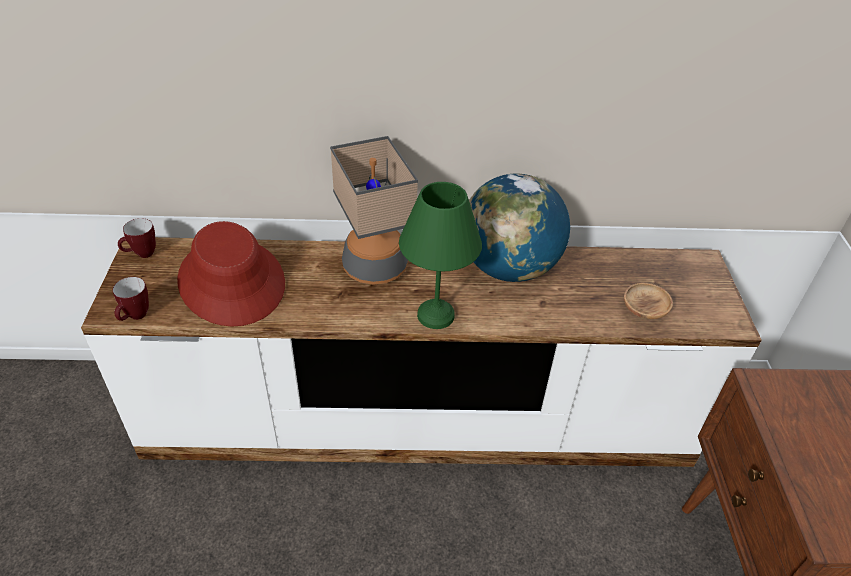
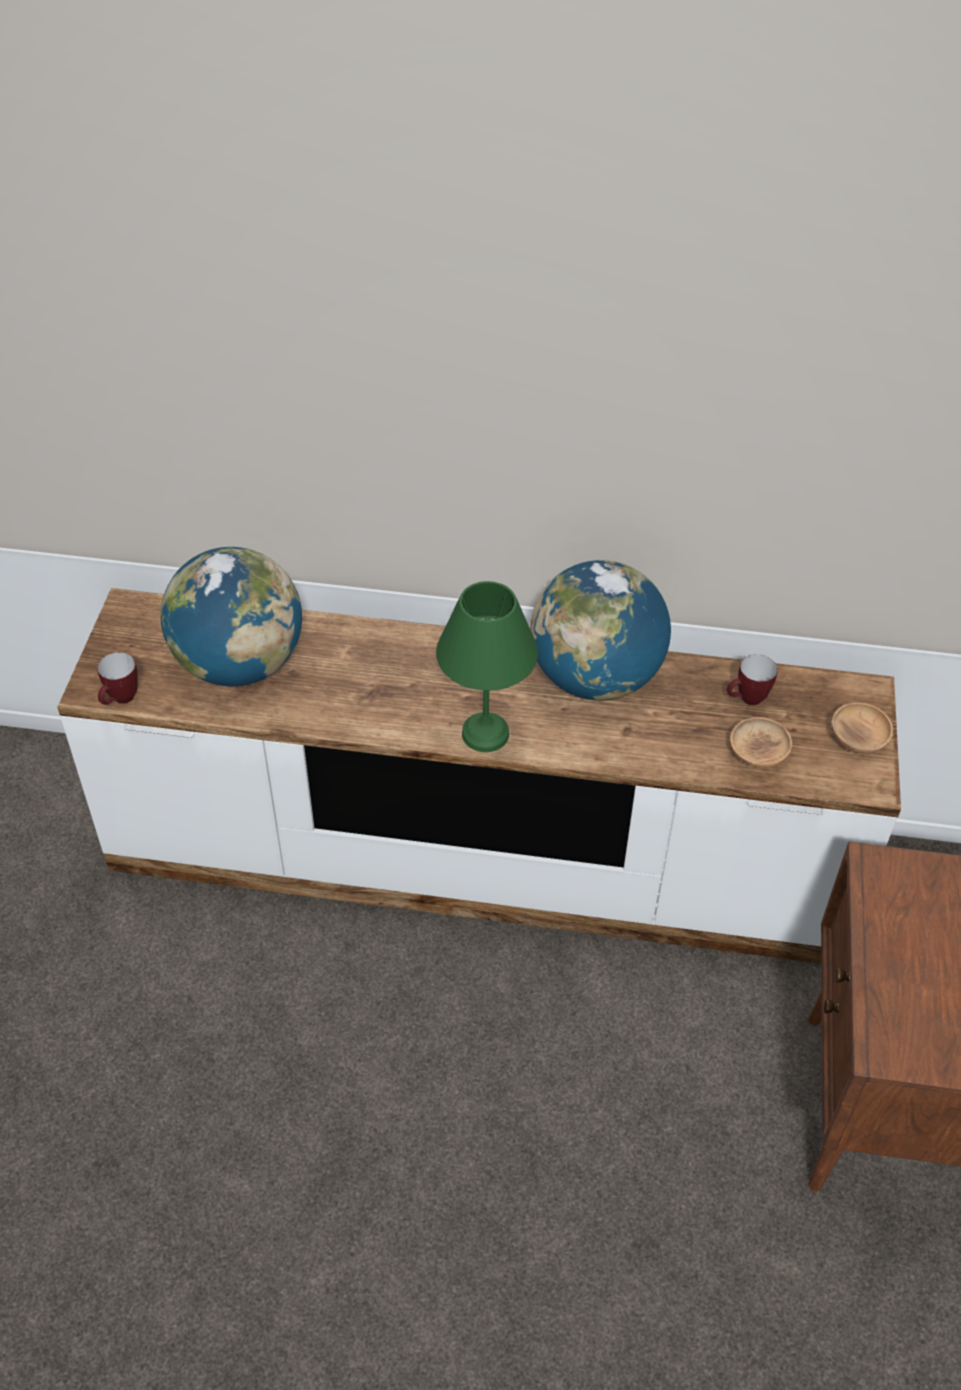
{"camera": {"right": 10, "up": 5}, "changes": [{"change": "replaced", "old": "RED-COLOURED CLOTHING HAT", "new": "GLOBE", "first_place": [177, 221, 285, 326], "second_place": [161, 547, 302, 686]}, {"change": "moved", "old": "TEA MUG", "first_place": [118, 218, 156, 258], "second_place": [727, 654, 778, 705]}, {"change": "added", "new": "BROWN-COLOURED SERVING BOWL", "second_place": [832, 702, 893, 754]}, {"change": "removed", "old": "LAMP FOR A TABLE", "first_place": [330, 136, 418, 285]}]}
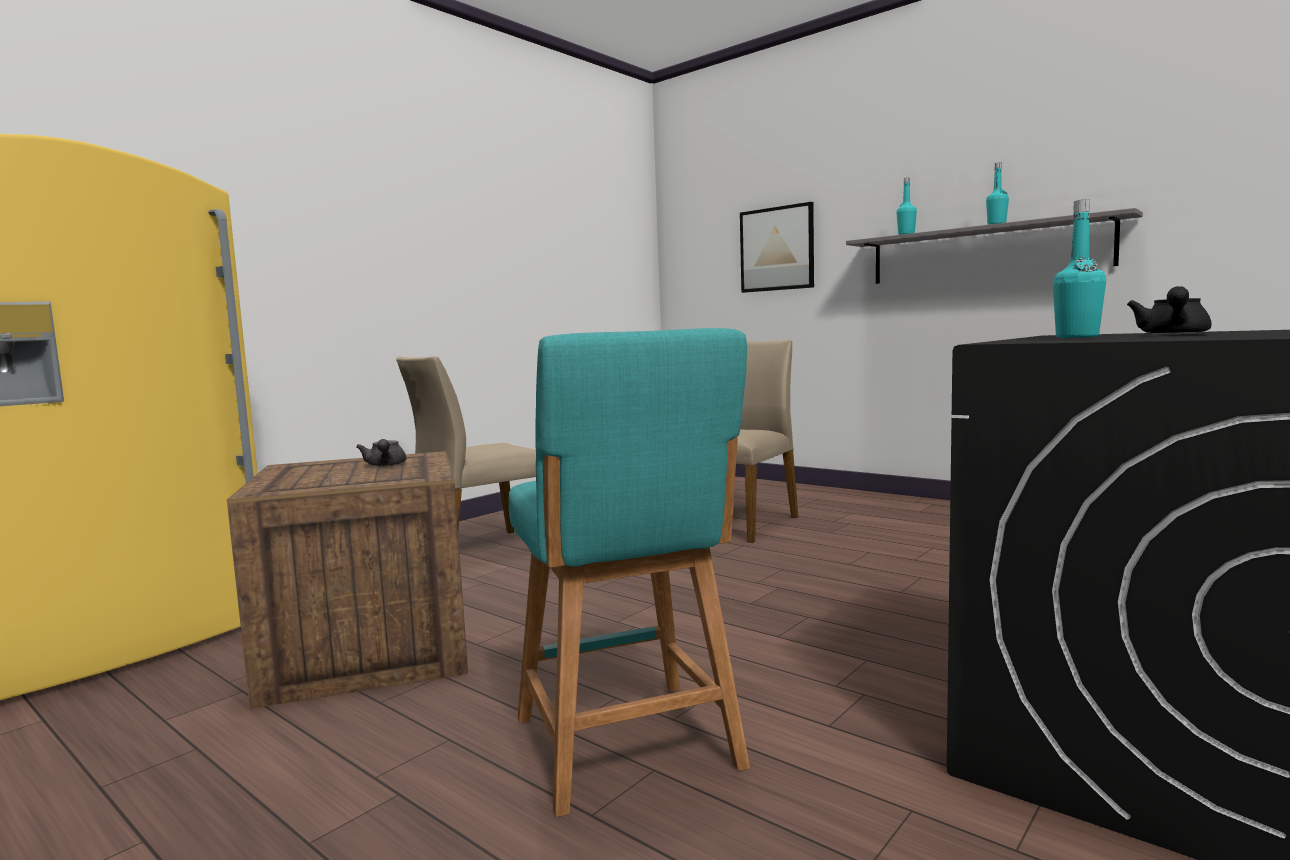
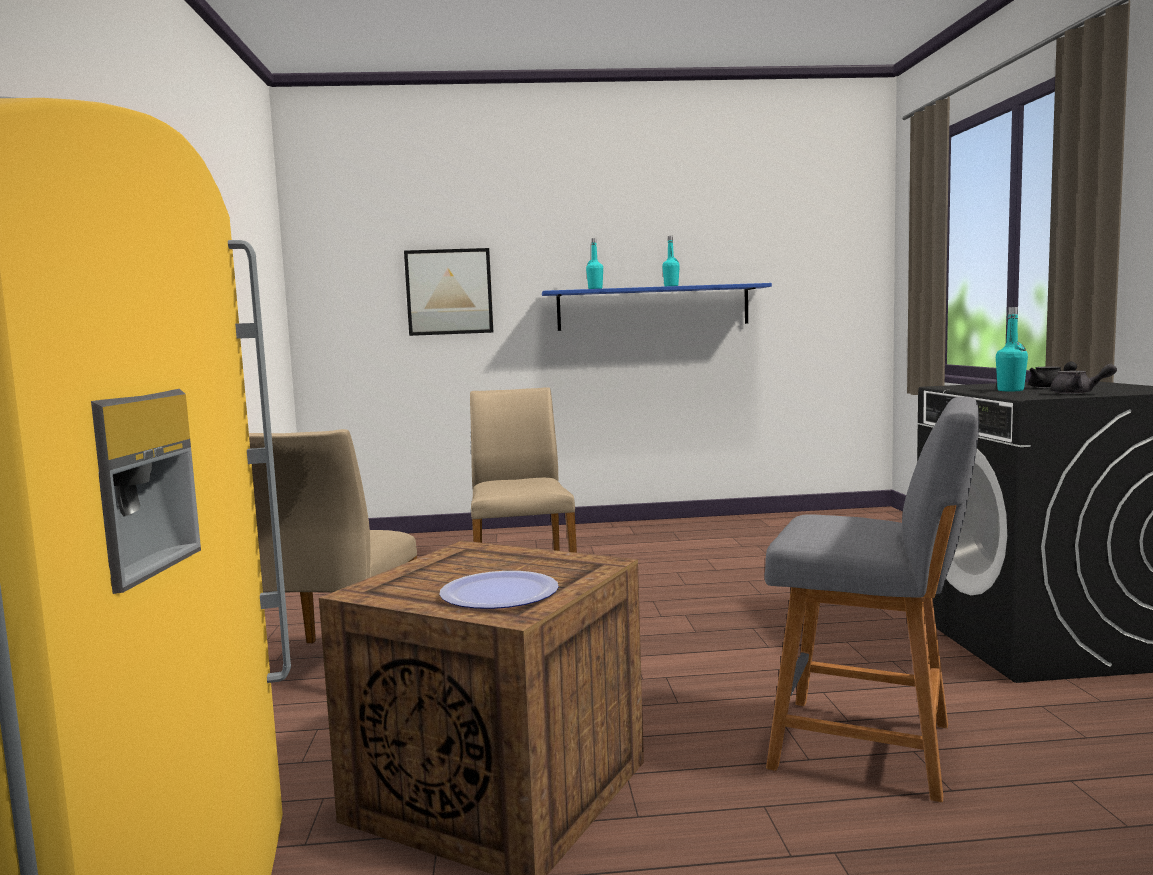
{"camera": {"right": -45, "up": 0}, "changes": [{"change": "added", "new": "PLATE", "second_place": [439, 571, 559, 609]}, {"change": "recoloured", "old": "GREYISH SHELF", "new": "BLUE-COLOURED SHELF", "first_place": [846, 208, 1143, 284], "second_place": [542, 283, 772, 331]}, {"change": "recoloured", "old": "TURQUOISE-COLOURED SITTING STOOL", "new": "GREYISH SITTING STOOL", "first_place": [509, 328, 750, 817], "second_place": [764, 396, 979, 802]}, {"change": "moved", "old": "GREYISH TEAPOT", "first_place": [356, 439, 406, 466], "second_place": [1050, 364, 1117, 394]}]}
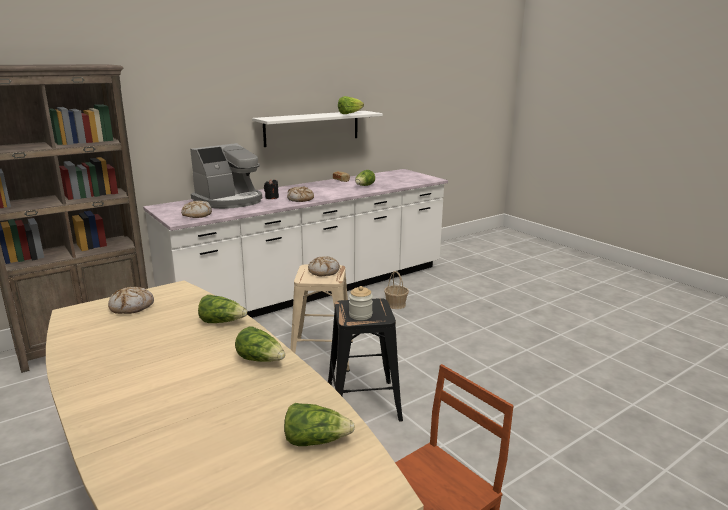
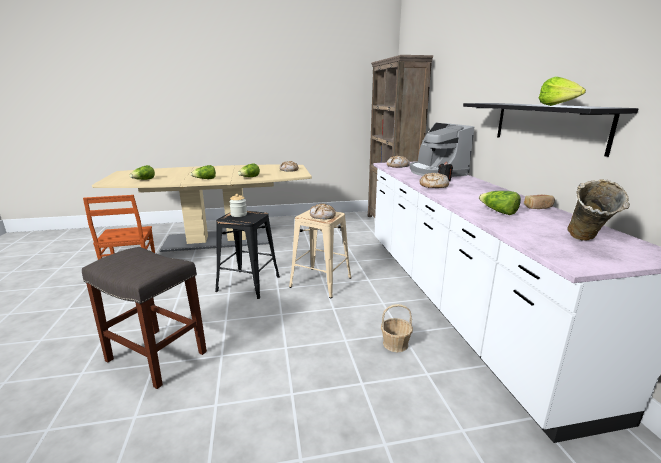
{"camera": {"right": 115, "up": 0}, "changes": [{"change": "added", "new": "GREYISH SITTING STOOL", "second_place": [82, 247, 207, 389]}, {"change": "recoloured", "old": "WHITE-COLOURED SHELF", "new": "BLACK-COLOURED SHELF", "first_place": [252, 111, 383, 147], "second_place": [463, 103, 638, 157]}, {"change": "added", "new": "SAND-COLOURED VASE", "second_place": [567, 179, 630, 241]}]}
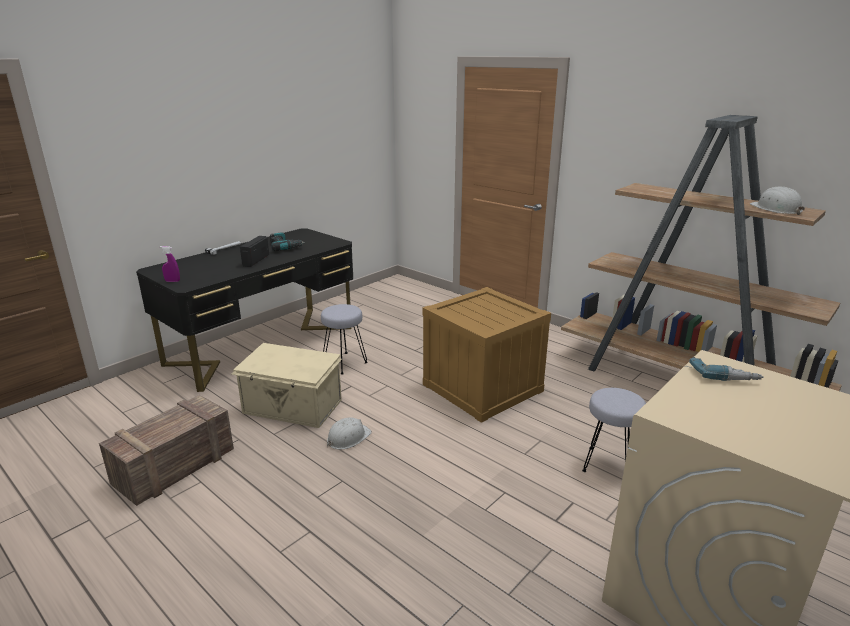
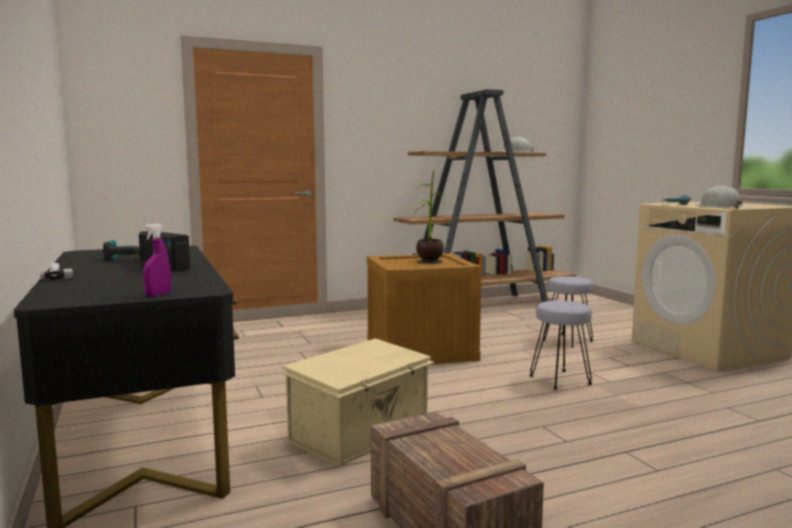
{"camera": {"right": -65, "up": -15}, "changes": [{"change": "added", "new": "POTTED PLANT", "second_place": [411, 169, 446, 264]}, {"change": "moved", "old": "GREYISH SITTING STOOL", "first_place": [321, 304, 368, 374], "second_place": [529, 301, 592, 390]}, {"change": "moved", "old": "WHITE-COLOURED WORK HELMET", "first_place": [327, 418, 372, 449], "second_place": [694, 185, 742, 209]}]}
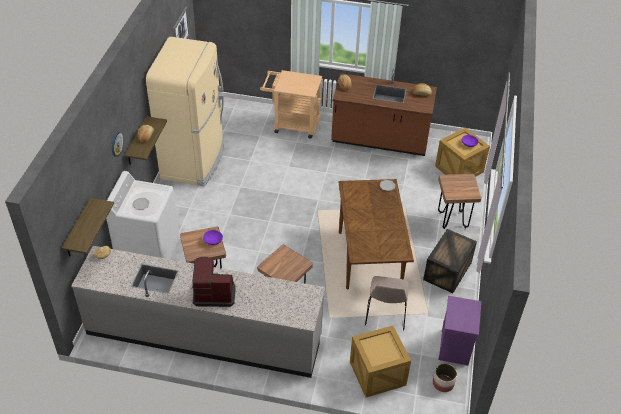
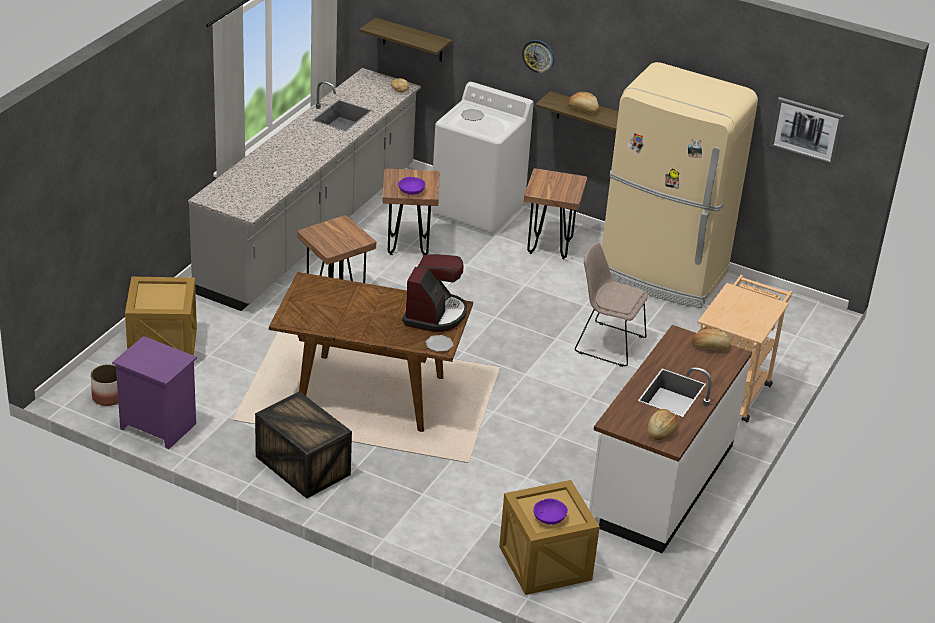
{"camera": {"right": 105, "up": -10}, "changes": [{"change": "moved", "old": "COFFEE MACHINE", "first_place": [192, 257, 236, 307], "second_place": [402, 254, 467, 332]}, {"change": "moved", "old": "BROWN-COLOURED SITTING STOOL", "first_place": [438, 174, 482, 229], "second_place": [524, 168, 587, 259]}, {"change": "moved", "old": "SAND-COLOURED CHAIR", "first_place": [365, 276, 409, 331], "second_place": [575, 242, 648, 367]}, {"change": "recoloured", "old": "BROWN-COLOURED COUNTER", "new": "WHITE-COLOURED COUNTER", "first_place": [331, 69, 437, 156], "second_place": [589, 325, 752, 553]}]}
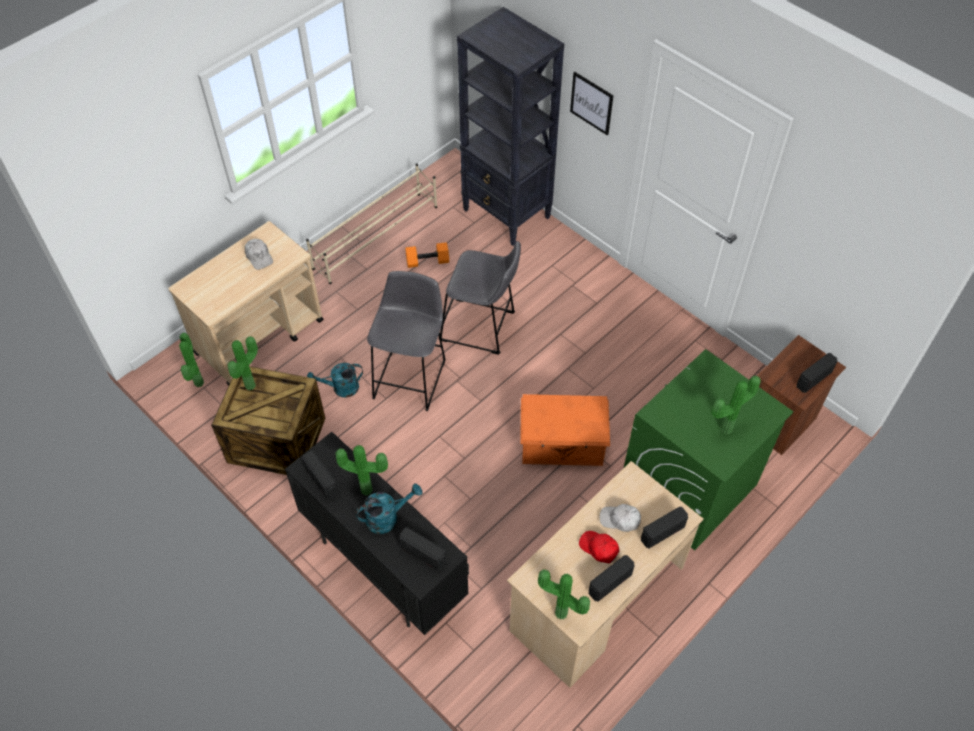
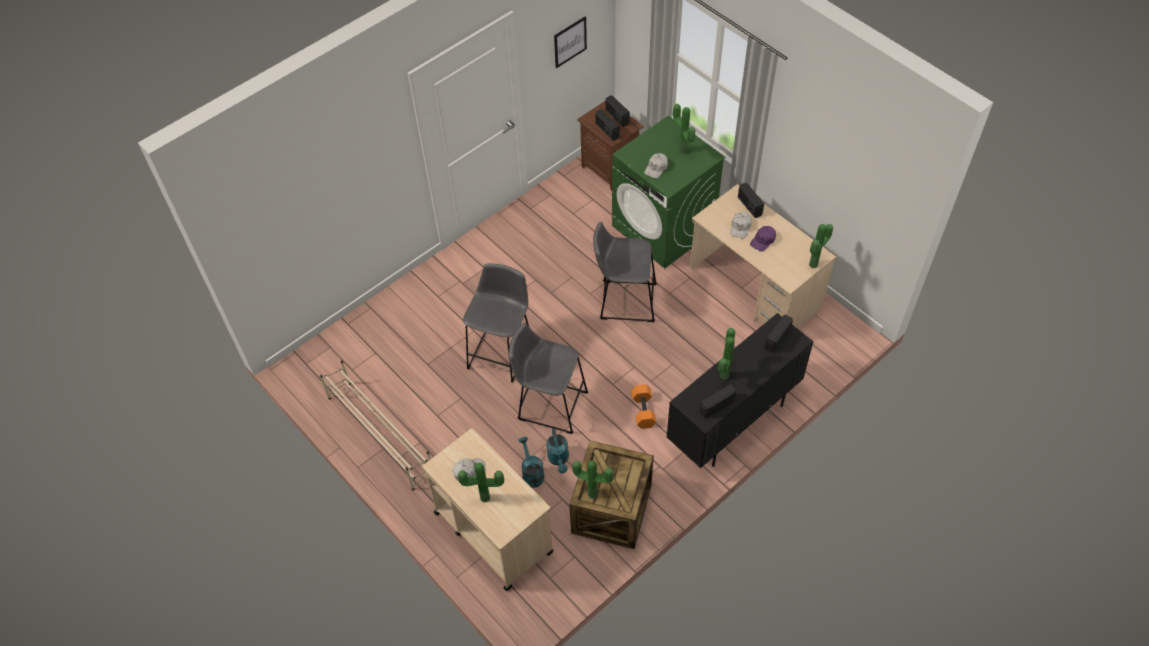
{"camera": {"right": -85, "up": 0}, "changes": [{"change": "moved", "old": "POTTED PLANT", "first_place": [179, 333, 204, 387], "second_place": [458, 463, 504, 503]}, {"change": "moved", "old": "TURQUOISE-COLOURED WATERING CAN", "first_place": [355, 483, 423, 534], "second_place": [518, 437, 545, 488]}, {"change": "moved", "old": "WALL ART", "first_place": [570, 72, 614, 135], "second_place": [554, 16, 587, 68]}, {"change": "replaced", "old": "ORANGE STORAGE BIN", "new": "GREYISH SITTING STOOL", "first_place": [520, 394, 610, 466], "second_place": [593, 222, 657, 322]}, {"change": "moved", "old": "RADIO SET", "first_place": [589, 555, 635, 602], "second_place": [595, 109, 620, 141]}, {"change": "moved", "old": "ORANGE FREE WEIGHT", "first_place": [405, 242, 449, 268], "second_place": [631, 384, 656, 429]}, {"change": "added", "new": "WHITE-COLOURED CAP", "second_place": [644, 153, 668, 179]}, {"change": "recoloured", "old": "RED-COLOURED CAP", "new": "PURPLISH CAP", "first_place": [579, 531, 619, 563], "second_place": [750, 226, 776, 252]}, {"change": "removed", "old": "BLACK-COLOURED BOOKSHELF", "first_place": [457, 7, 564, 246]}]}
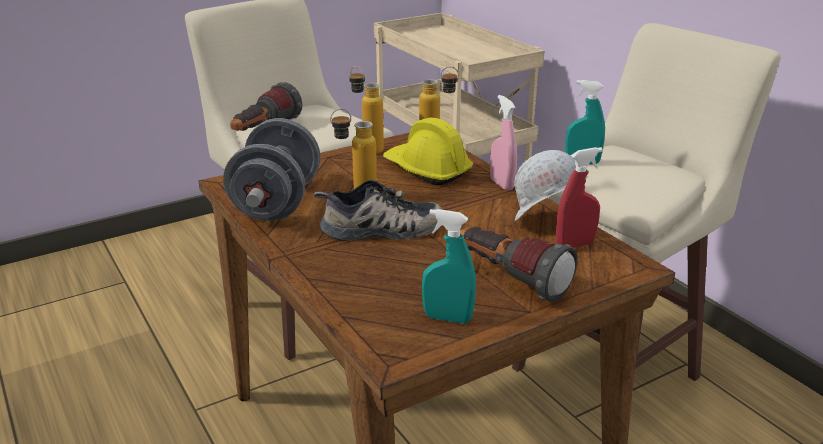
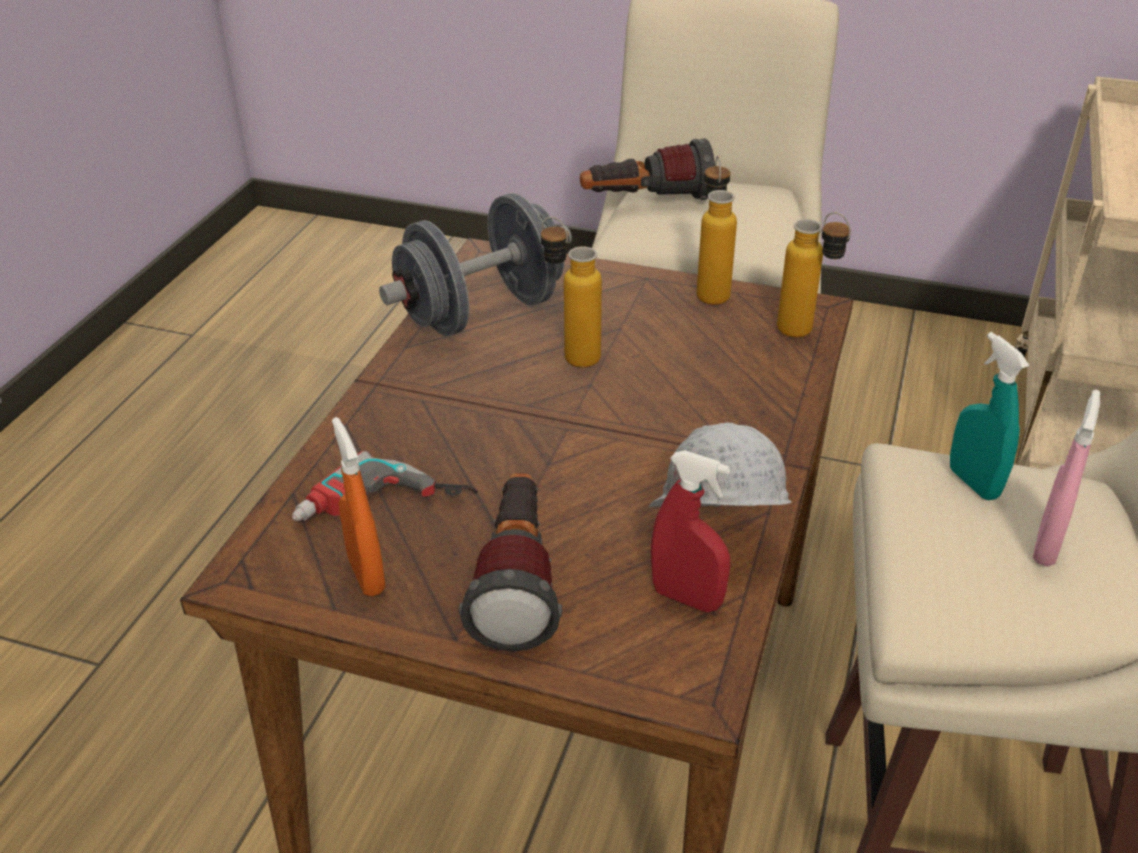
{"camera": {"right": 50, "up": 10}, "changes": [{"change": "added", "new": "POWER DRILL", "second_place": [292, 451, 478, 521]}, {"change": "recoloured", "old": "TURQUOISE-COLOURED SPRAY BOTTLE", "new": "ORANGE SPRAY BOTTLE", "first_place": [422, 209, 476, 324], "second_place": [332, 417, 386, 596]}, {"change": "moved", "old": "PINKISH SPRAY BOTTLE", "first_place": [490, 95, 517, 191], "second_place": [1033, 390, 1100, 566]}, {"change": "removed", "old": "ITEM OF FOOTWEAR", "first_place": [314, 180, 443, 241]}, {"change": "removed", "old": "YELLOW WORK HELMET", "first_place": [383, 118, 473, 186]}]}
